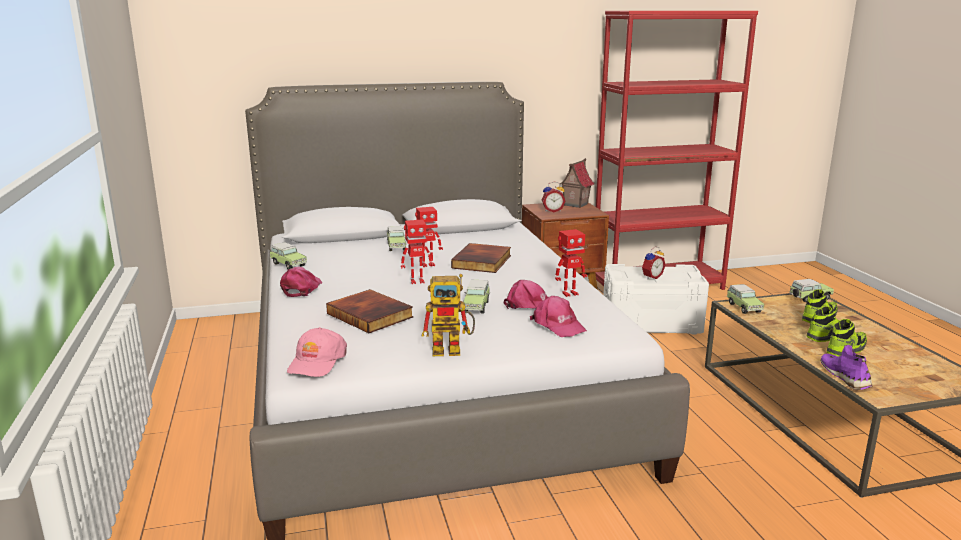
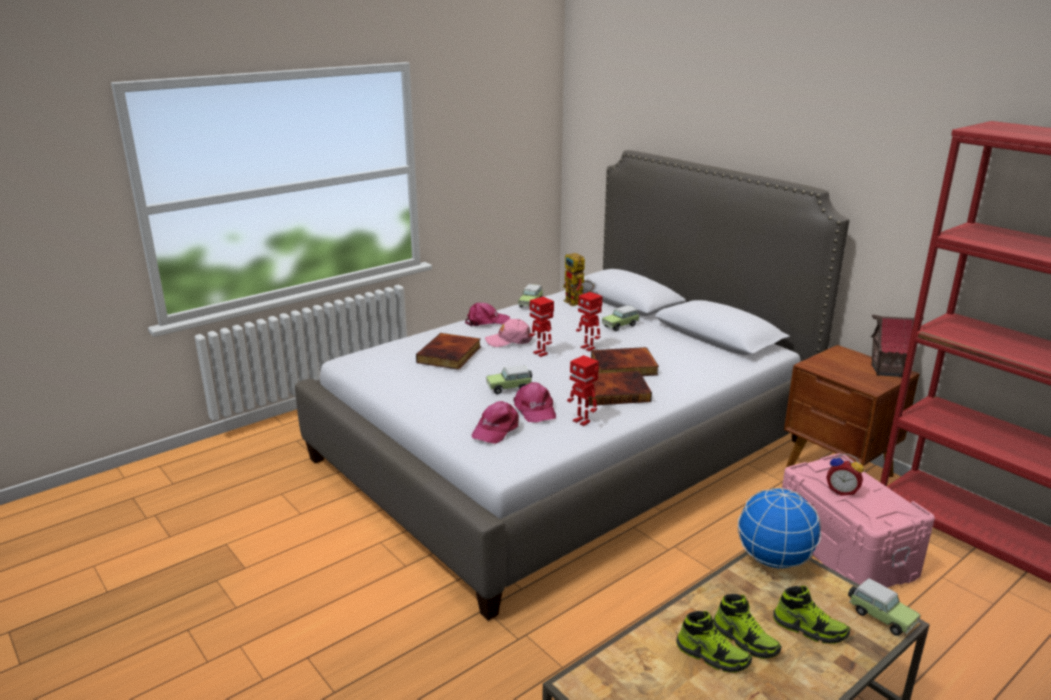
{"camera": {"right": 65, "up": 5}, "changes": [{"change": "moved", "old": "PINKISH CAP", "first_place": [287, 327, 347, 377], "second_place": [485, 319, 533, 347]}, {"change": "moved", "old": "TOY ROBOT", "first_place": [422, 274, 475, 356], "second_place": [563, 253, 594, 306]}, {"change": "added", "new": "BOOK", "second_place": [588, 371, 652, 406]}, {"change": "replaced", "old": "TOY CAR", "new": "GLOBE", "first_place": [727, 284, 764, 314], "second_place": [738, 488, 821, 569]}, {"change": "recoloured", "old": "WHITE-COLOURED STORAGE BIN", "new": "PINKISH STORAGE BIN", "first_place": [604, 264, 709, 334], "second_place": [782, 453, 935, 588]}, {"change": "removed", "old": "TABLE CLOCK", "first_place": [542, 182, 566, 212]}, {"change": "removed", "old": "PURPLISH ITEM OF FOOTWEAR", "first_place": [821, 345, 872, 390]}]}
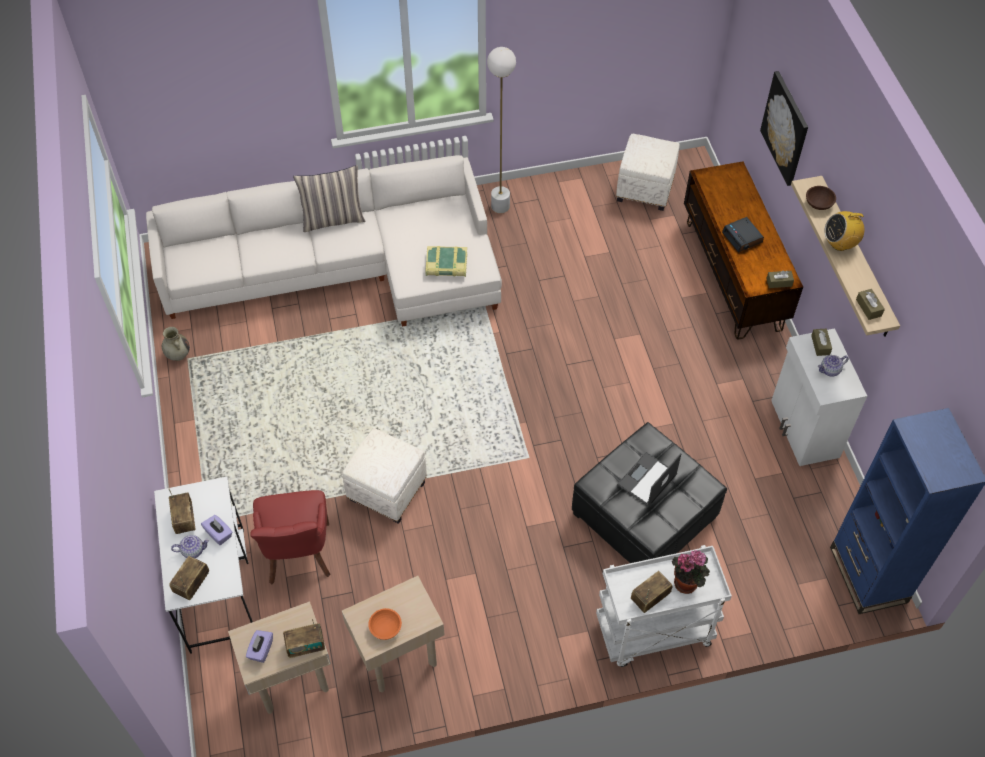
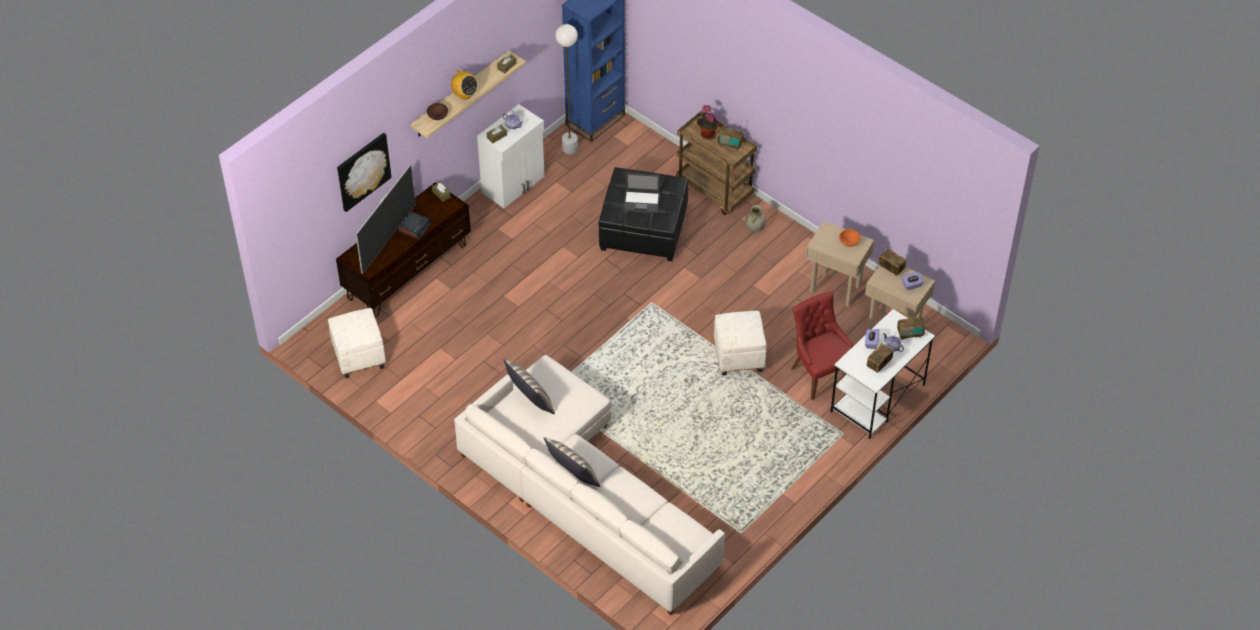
{"camera": {"right": -125, "up": -5}, "changes": [{"change": "added", "new": "TV SET", "second_place": [356, 165, 416, 274]}, {"change": "added", "new": "PILLOW", "second_place": [503, 359, 555, 414]}, {"change": "moved", "old": "WHITE-COLOURED STANDING LAMP", "first_place": [487, 47, 516, 213], "second_place": [555, 24, 578, 154]}, {"change": "recoloured", "old": "WHITE-COLOURED WHEELED CART", "new": "BROWN-COLOURED WHEELED CART", "first_place": [596, 545, 732, 667], "second_place": [676, 111, 757, 215]}, {"change": "moved", "old": "SAND-COLOURED VASE", "first_place": [162, 327, 190, 361], "second_place": [745, 205, 766, 232]}, {"change": "turned", "old": "RED-COLOURED CHAIR", "first_place": [250, 490, 331, 584], "second_place": [791, 291, 853, 400], "degrees": -75}, {"change": "removed", "old": "BOOK", "first_place": [425, 246, 467, 277]}]}
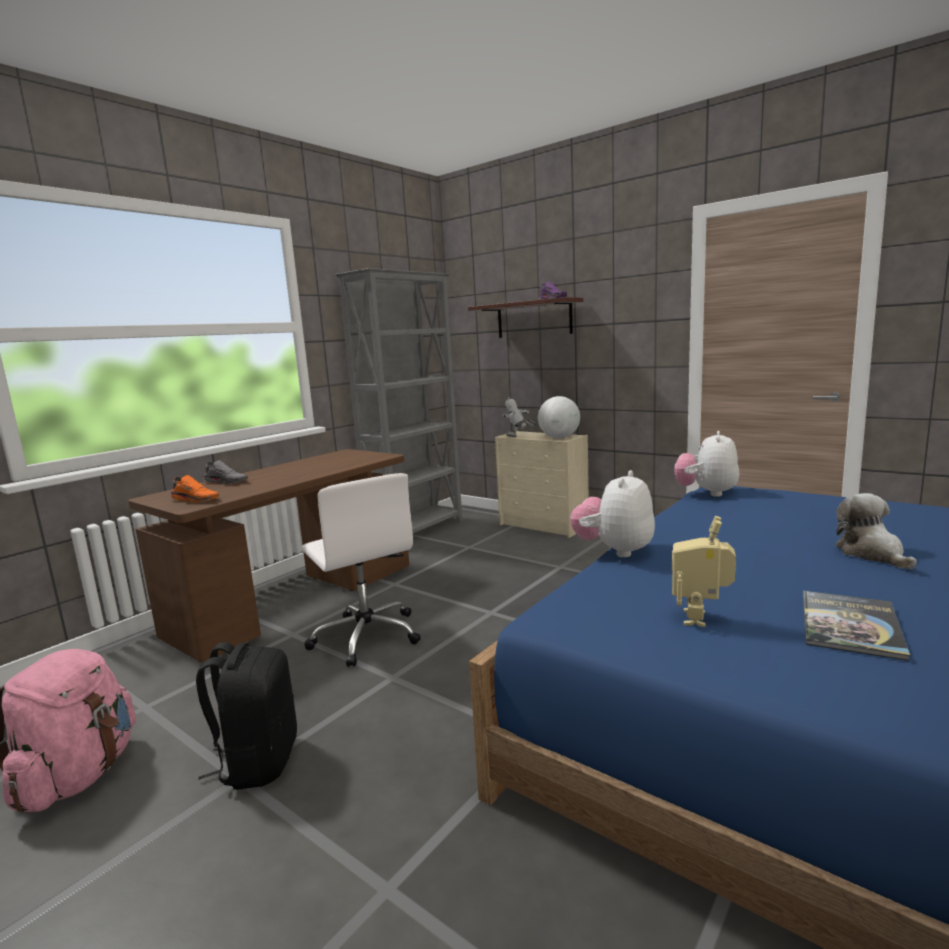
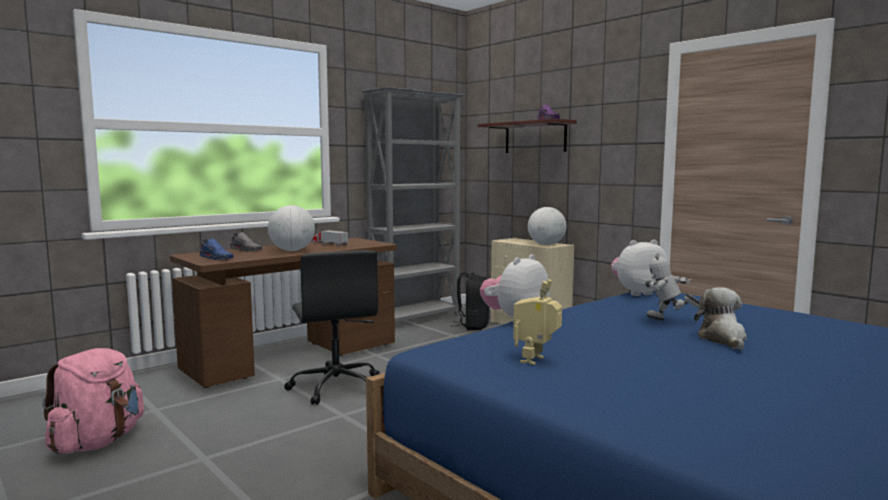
{"camera": {"right": 10, "up": -5}, "changes": [{"change": "recoloured", "old": "ORANGE ITEM OF FOOTWEAR", "new": "BLUE-COLOURED ITEM OF FOOTWEAR", "first_place": [171, 475, 219, 503], "second_place": [199, 239, 234, 260]}, {"change": "added", "new": "GLOBE", "second_place": [268, 205, 315, 251]}, {"change": "recoloured", "old": "WHITE-COLOURED DESK CHAIR", "new": "BLACK-COLOURED DESK CHAIR", "first_place": [301, 473, 421, 667], "second_place": [284, 250, 380, 405]}, {"change": "added", "new": "TOY LORRY", "second_place": [311, 230, 348, 247]}, {"change": "moved", "old": "BLACK-COLOURED KNAPSACK", "first_place": [196, 642, 297, 790], "second_place": [451, 272, 490, 330]}, {"change": "turned", "old": "PLUSH TOY", "first_place": [674, 431, 739, 497], "second_place": [611, 240, 669, 296], "degrees": 45}, {"change": "moved", "old": "TOY ROBOT", "first_place": [502, 397, 536, 437], "second_place": [642, 253, 700, 321]}, {"change": "removed", "old": "BOOK", "first_place": [803, 591, 910, 661]}]}
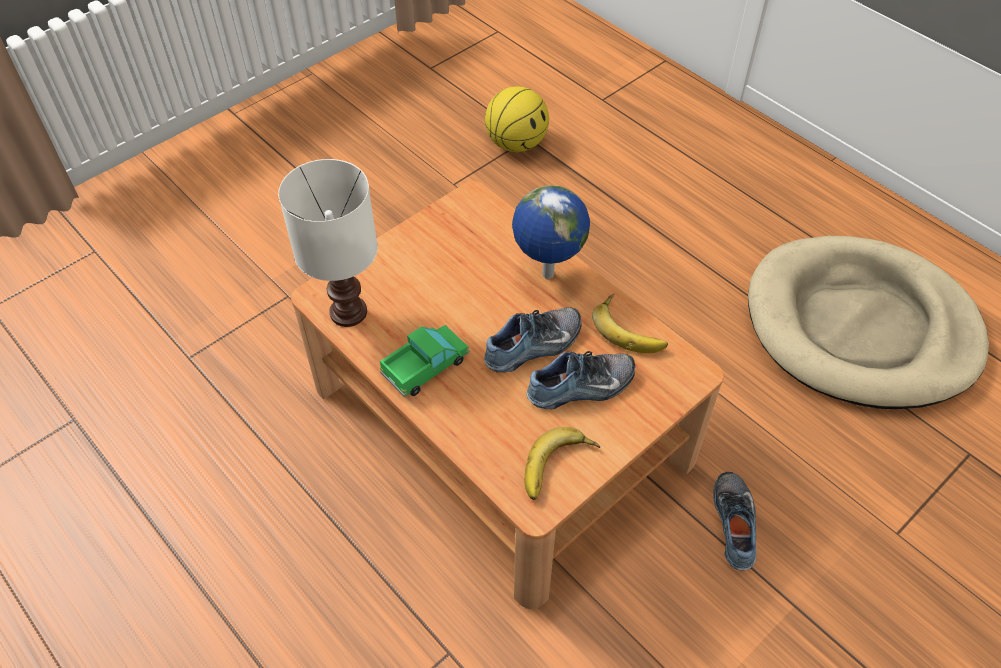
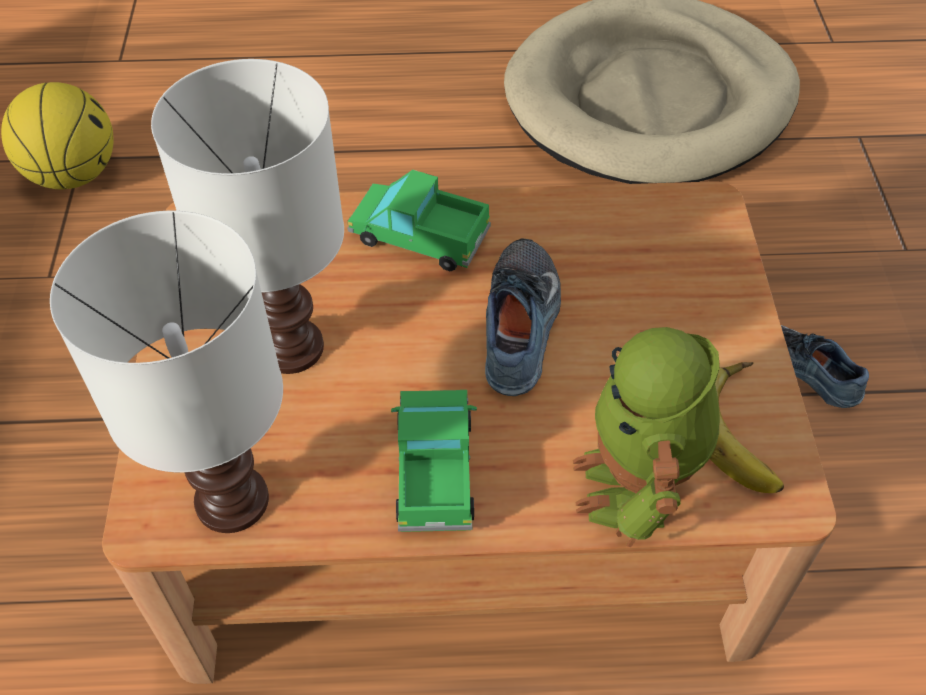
{"camera": {"right": -50, "up": 0}, "changes": [{"change": "added", "new": "WHITE-COLOURED LAMP FOR A TABLE", "second_place": [151, 59, 344, 374]}, {"change": "replaced", "old": "GLOBE", "new": "TOY LORRY", "first_place": [512, 185, 590, 279], "second_place": [347, 170, 491, 271]}, {"change": "added", "new": "TOY ROBOT", "second_place": [573, 327, 720, 547]}, {"change": "removed", "old": "ITEM OF FOOTWEAR", "first_place": [527, 351, 635, 409]}, {"change": "removed", "old": "BANANA FRUIT", "first_place": [592, 294, 668, 353]}]}
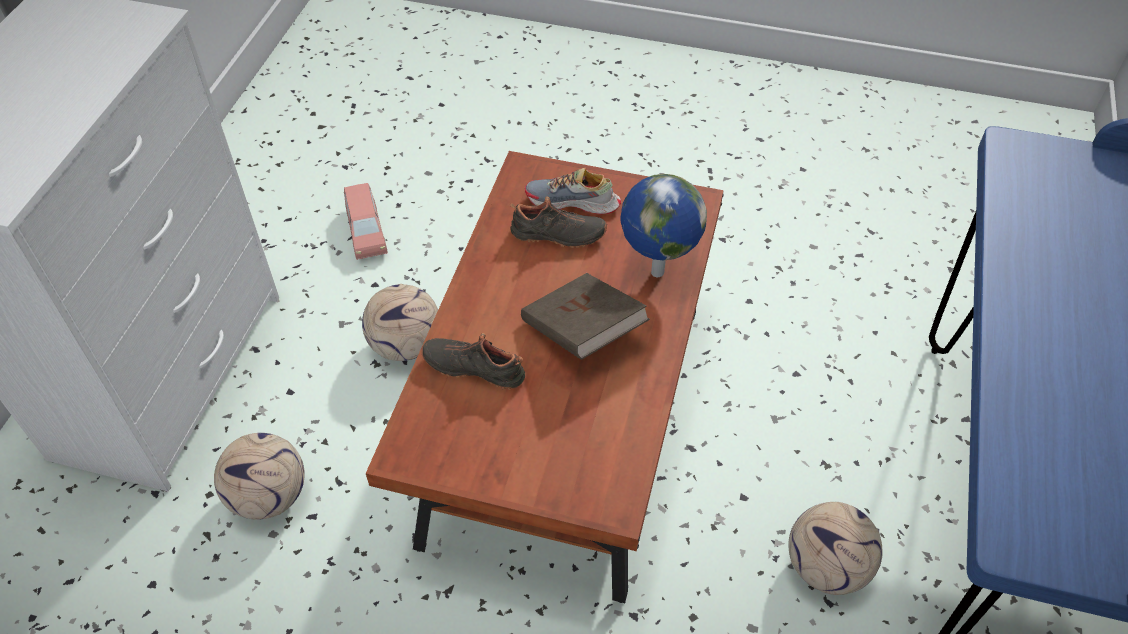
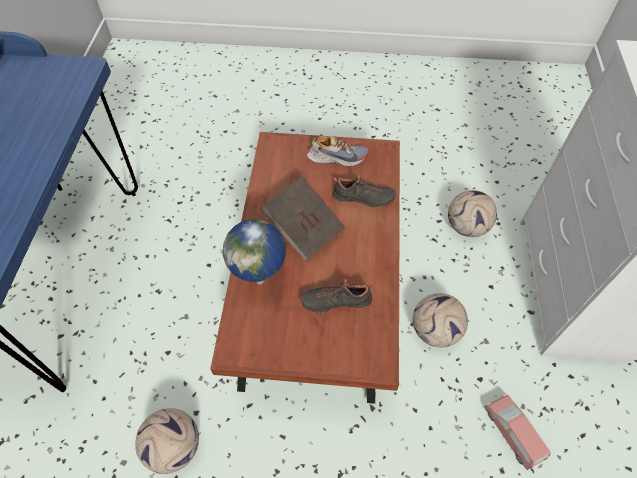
{"camera": {"right": 170, "up": 5}, "changes": [{"change": "moved", "old": "FOOTBALL", "first_place": [788, 502, 883, 595], "second_place": [135, 408, 199, 474]}, {"change": "moved", "old": "ITEM OF FOOTWEAR", "first_place": [525, 168, 621, 215], "second_place": [306, 136, 369, 167]}]}
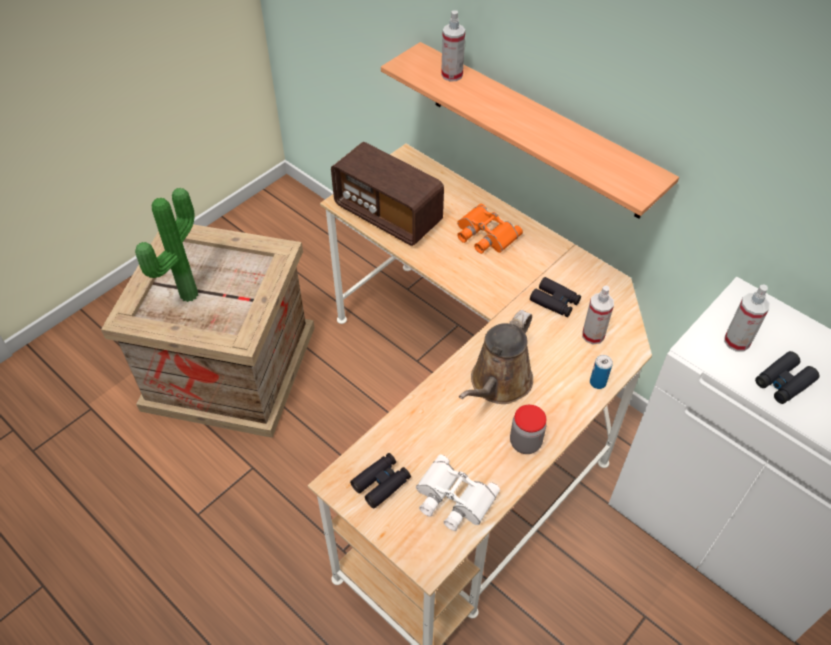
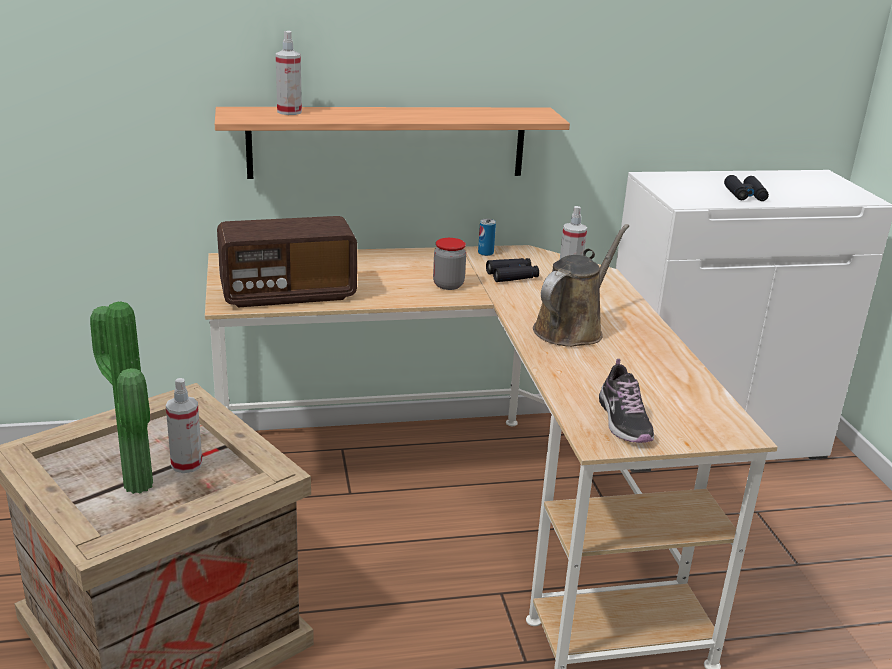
{"camera": {"right": -55, "up": -25}, "changes": [{"change": "moved", "old": "SPRAY BOTTLE", "first_place": [724, 284, 770, 352], "second_place": [166, 378, 202, 473]}, {"change": "moved", "old": "JAR", "first_place": [510, 405, 546, 454], "second_place": [433, 238, 466, 290]}, {"change": "moved", "old": "METAL CAN", "first_place": [590, 355, 613, 389], "second_place": [478, 219, 496, 256]}, {"change": "turned", "old": "BROWN-COLOURED WATERING CAN", "first_place": [459, 310, 533, 404], "second_place": [533, 224, 629, 347], "degrees": -120}, {"change": "replaced", "old": "BLACK-COLOURED FIELD GLASSES", "new": "ITEM OF FOOTWEAR", "first_place": [350, 453, 411, 508], "second_place": [599, 359, 654, 443]}, {"change": "removed", "old": "WHITE-COLOURED FIELD GLASSES", "first_place": [416, 454, 500, 531]}, {"change": "removed", "old": "ORANGE FIELD GLASSES", "first_place": [457, 204, 523, 254]}]}
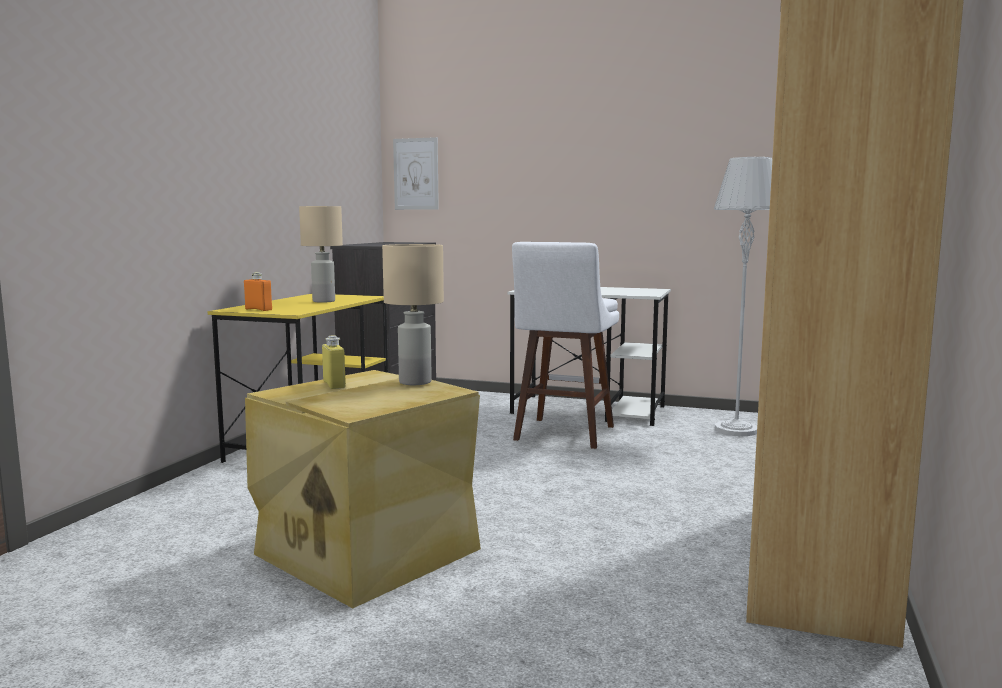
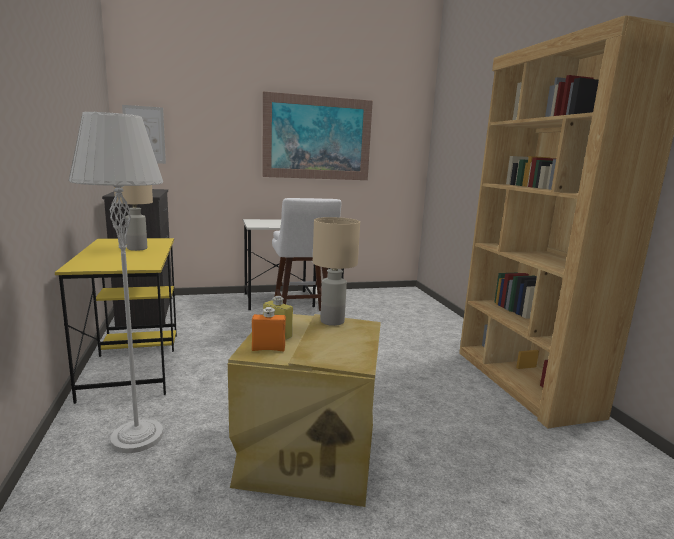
{"camera": {"right": -35, "up": 5}, "changes": [{"change": "moved", "old": "GREYISH STANDING LAMP", "first_place": [714, 157, 772, 436], "second_place": [69, 112, 163, 453]}, {"change": "moved", "old": "ORANGE BOTTLE", "first_place": [244, 272, 272, 311], "second_place": [252, 307, 286, 351]}, {"change": "added", "new": "WALL ART", "second_place": [262, 91, 373, 180]}]}
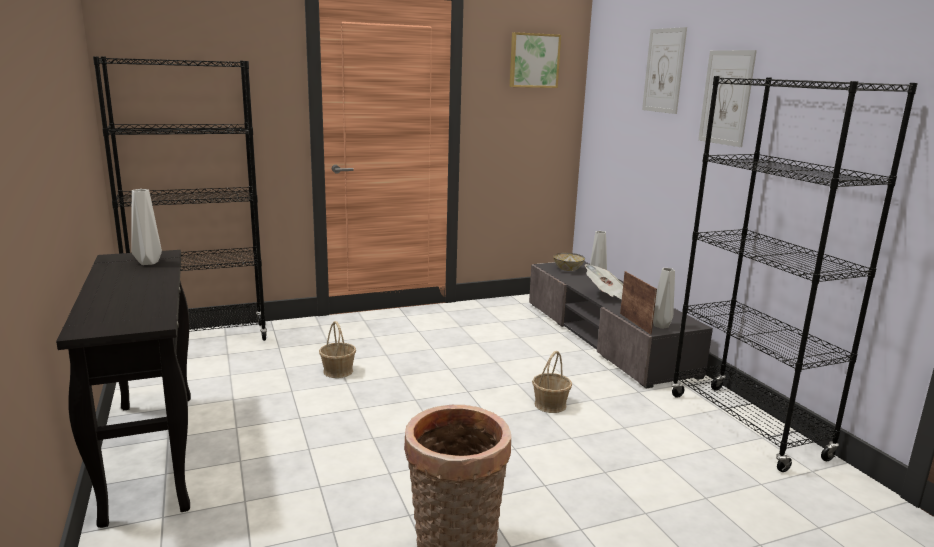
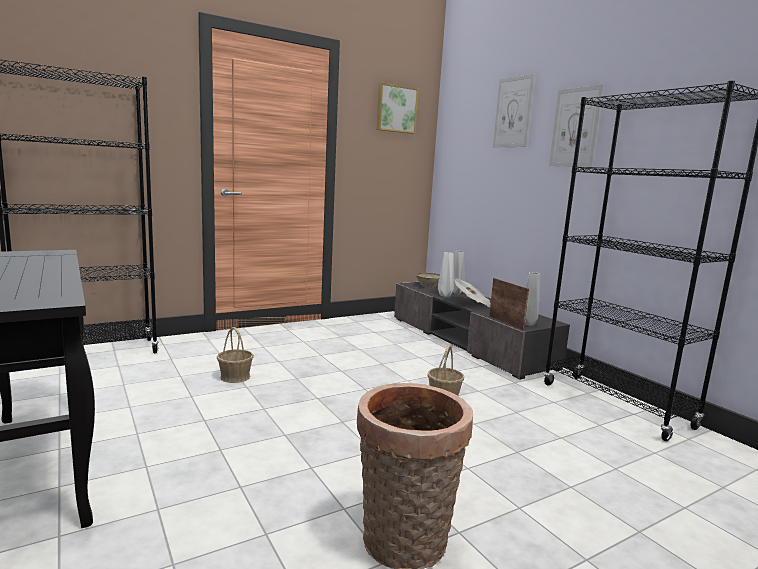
{"camera": {"right": -10, "up": -5}, "changes": [{"change": "moved", "old": "WHITE-COLOURED VASE", "first_place": [131, 189, 162, 265], "second_place": [438, 252, 454, 297]}]}
